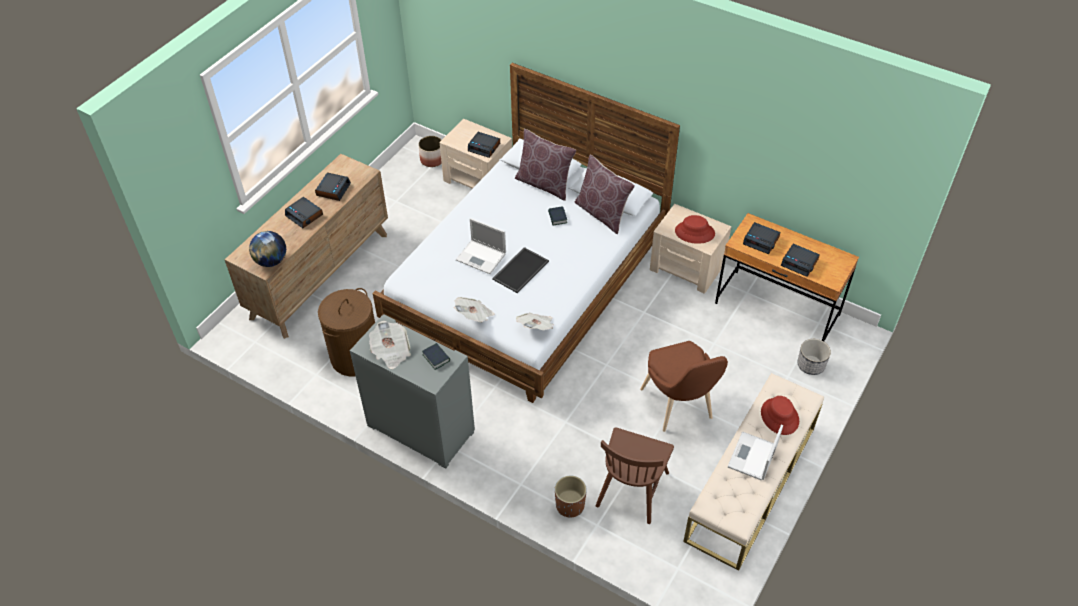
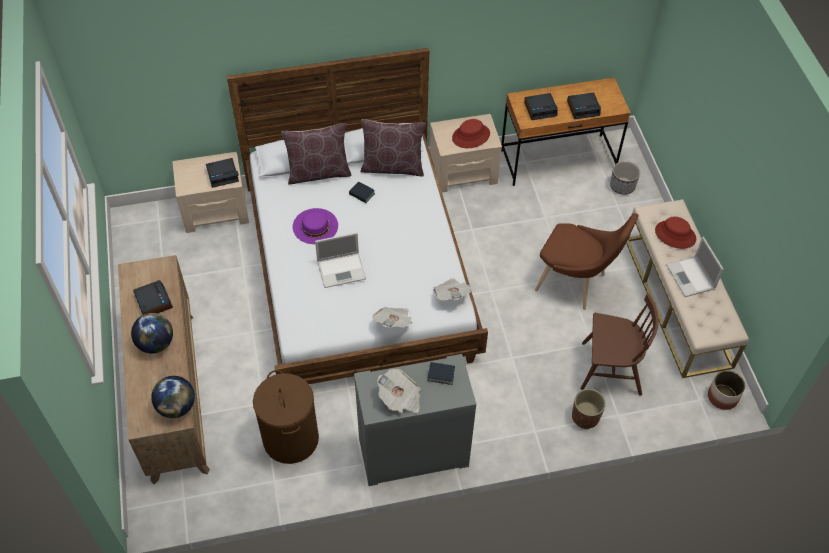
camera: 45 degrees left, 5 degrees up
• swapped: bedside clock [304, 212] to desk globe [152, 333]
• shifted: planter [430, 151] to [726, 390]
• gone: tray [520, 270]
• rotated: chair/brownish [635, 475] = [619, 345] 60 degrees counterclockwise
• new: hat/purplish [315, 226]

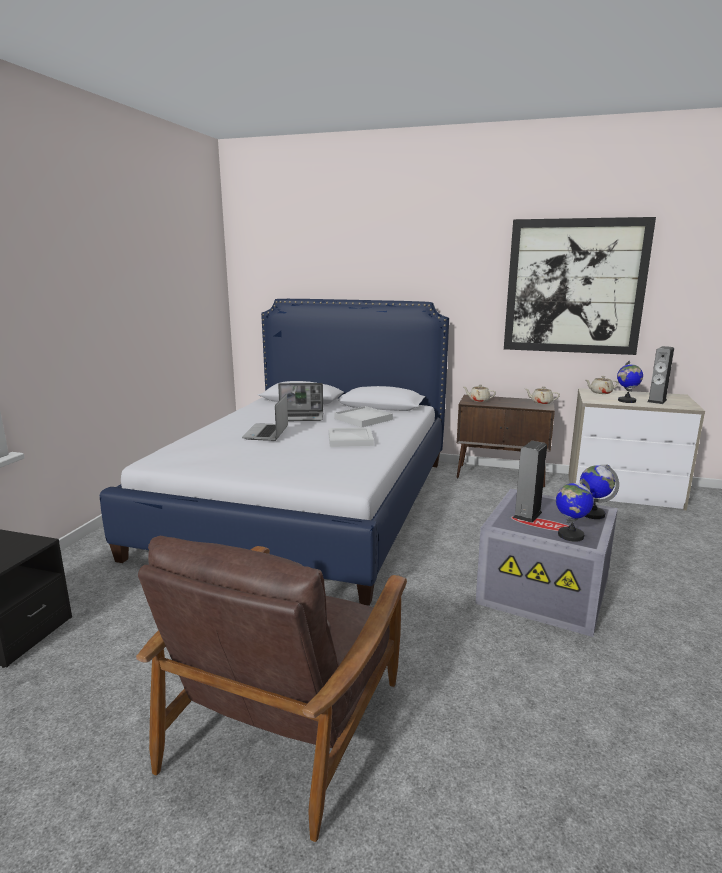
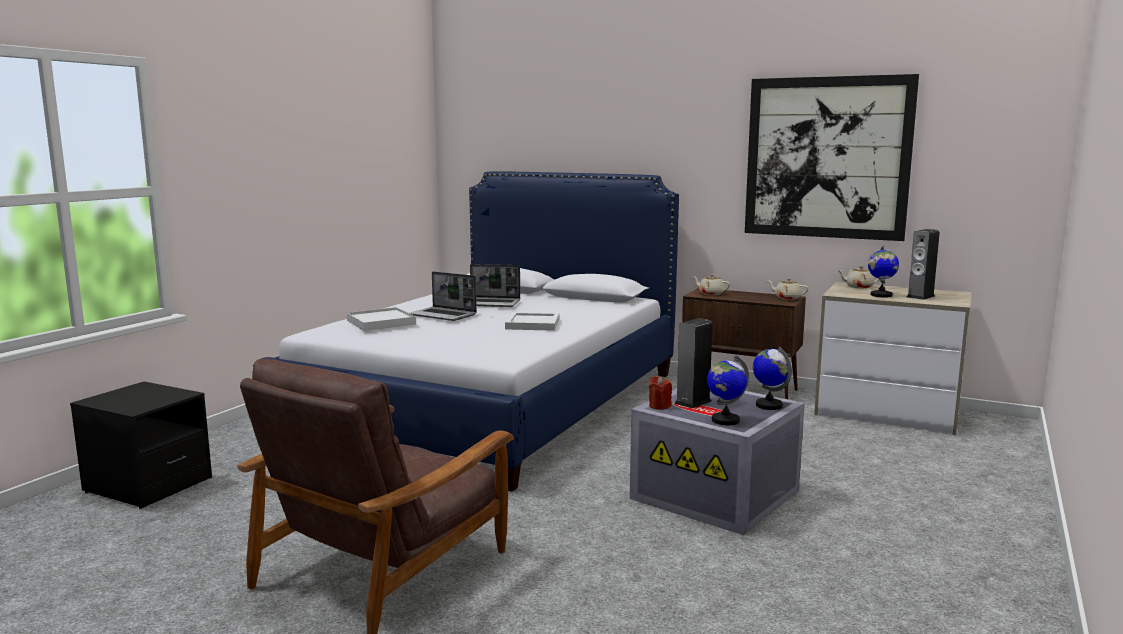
camera: 10 degrees right, 5 degrees down
• rotated: laptop [265, 417] = [443, 296] 75 degrees counterclockwise
• shifted: tray/white-coloured [363, 416] to [381, 319]
• new: wax light/red [660, 393]

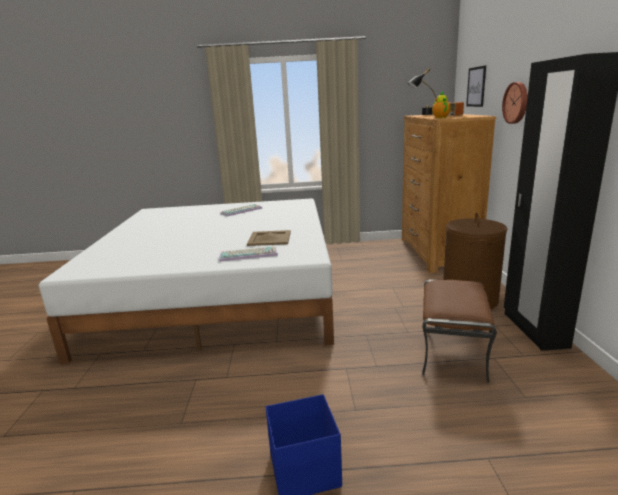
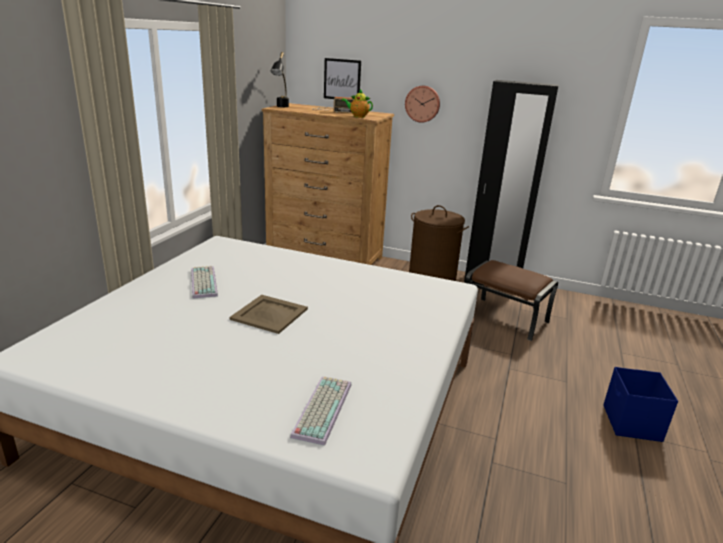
camera: 70 degrees left, 5 degrees up
• shifted: computer keyboard [248, 254] to [321, 411]
• shifted: tray/beige [269, 238] to [268, 314]

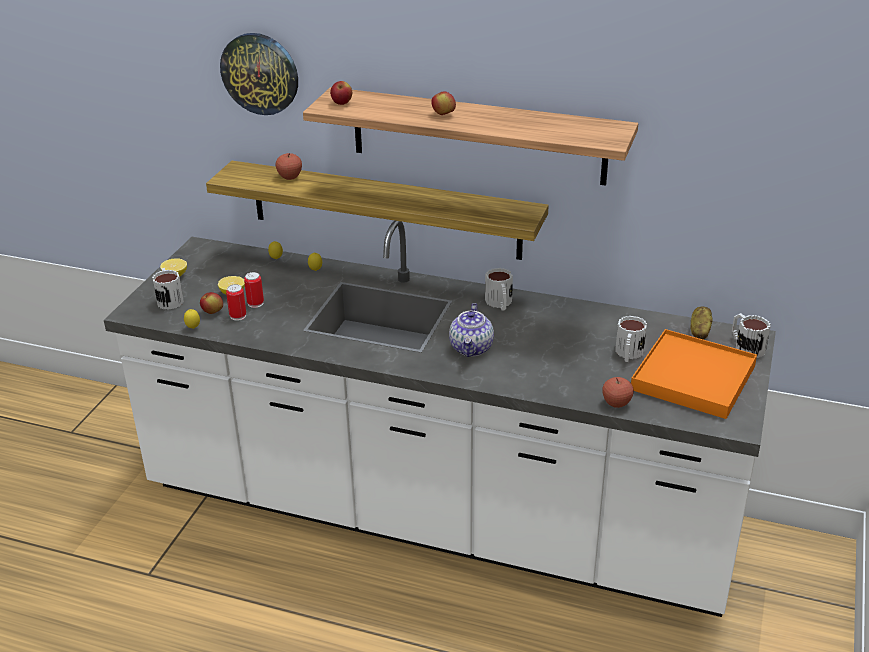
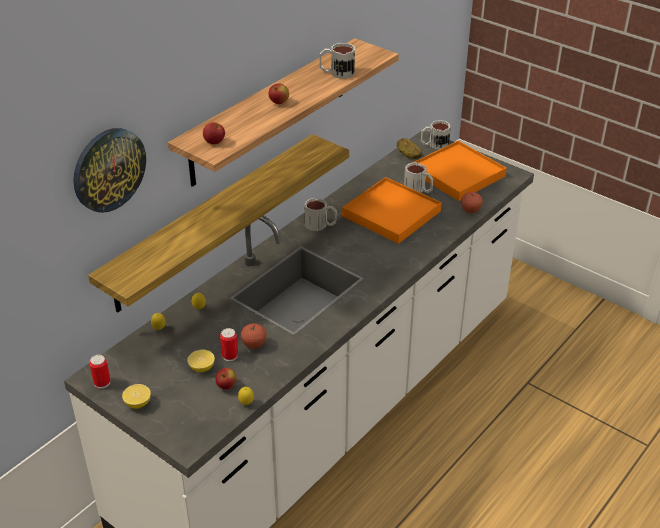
camera: 70 degrees left, 5 degrees up
• shifted: coffee mug [168, 289] to [337, 61]
• shifted: can [236, 302] to [99, 372]
• shifted: apple [289, 166] to [253, 336]
• gone: teapot [471, 330]
• new: tray/orangey [392, 210]

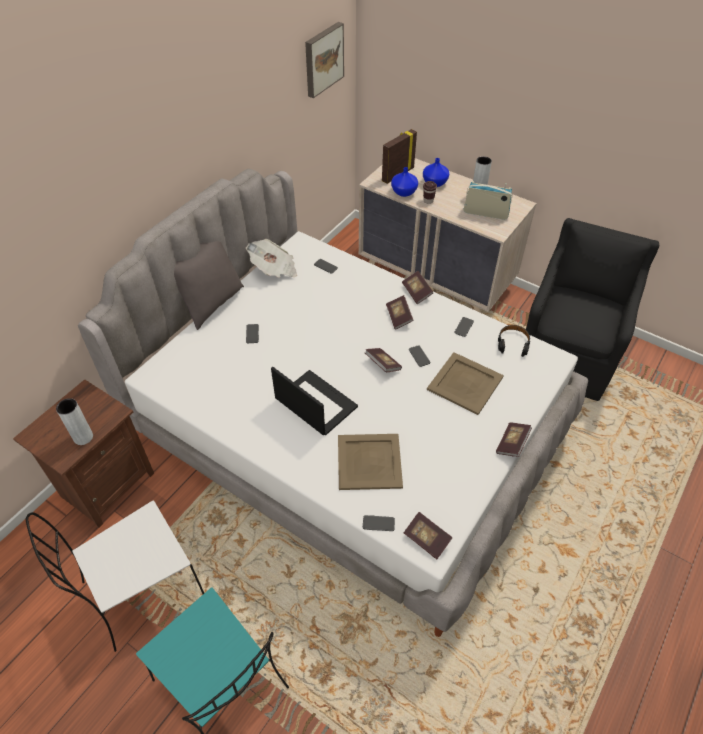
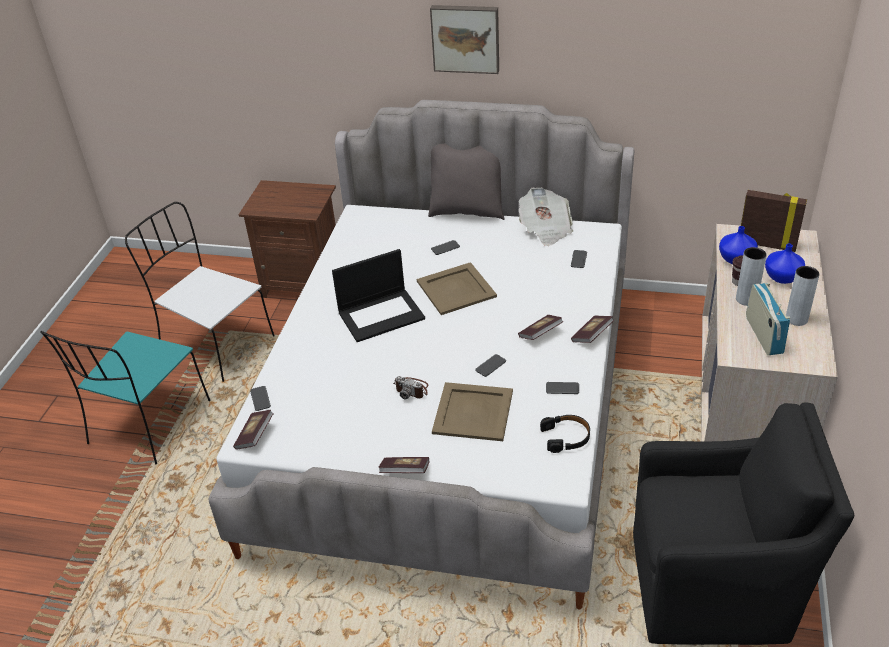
camera: 70 degrees right, 10 degrees down
• shifted: decorative vase/gray [74, 421] to [751, 276]
• rotated: laptop [314, 401] = [378, 295] 45 degrees clockwise
• shifted: wall art [324, 60] to [464, 39]
• shifted: tray/beige [370, 462] to [457, 288]
• gone: volume [383, 360]
• new: still camera [410, 387]

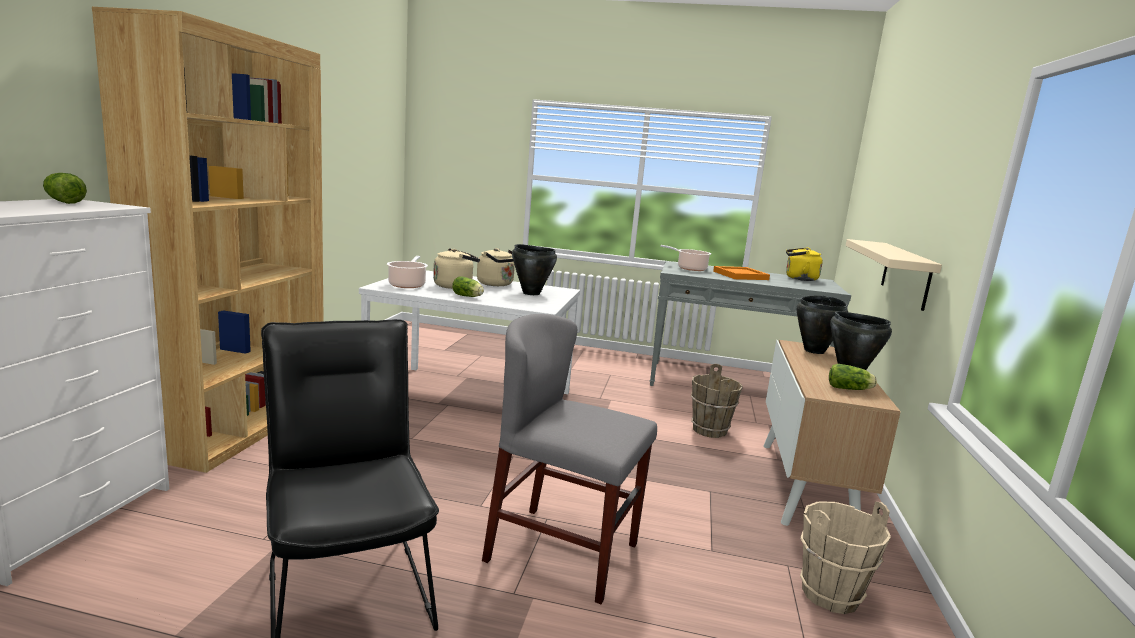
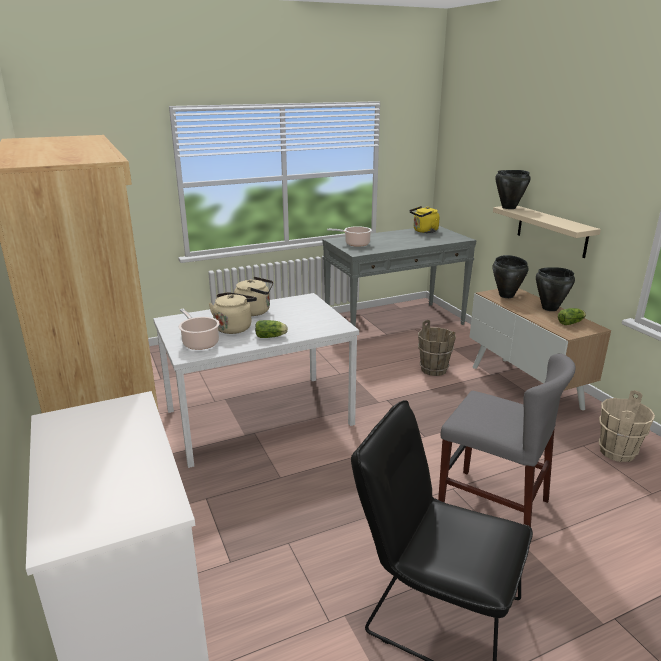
camera: 35 degrees left, 10 degrees up
• gone: head of lettuce [65, 188]
• rotated: chair/gray [569, 459] = [507, 440] 135 degrees counterclockwise
• shifted: cooking pot/black-coloured [534, 269] to [513, 189]
• gone: tray/orangey [741, 273]

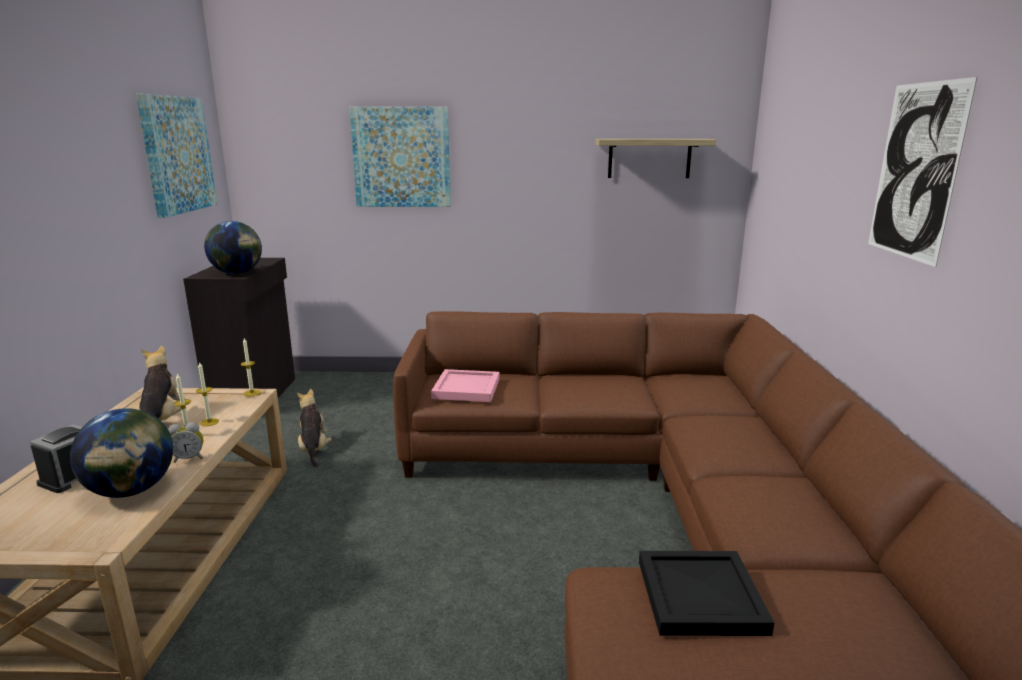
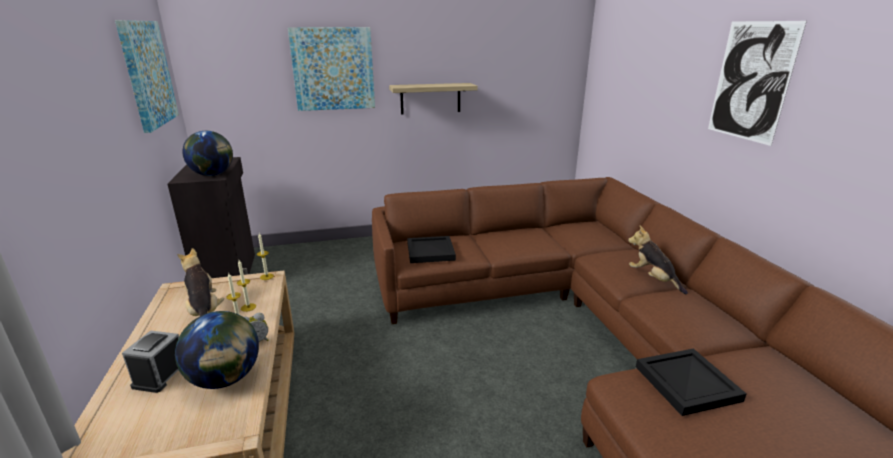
camera: 15 degrees left, 5 degrees up
• shifted: plush toy [314, 428] to [658, 260]
• repainted: tray/pink-coloured [465, 385] to tray/black-coloured [431, 249]
• shifted: wall shelf [655, 158] to [433, 98]

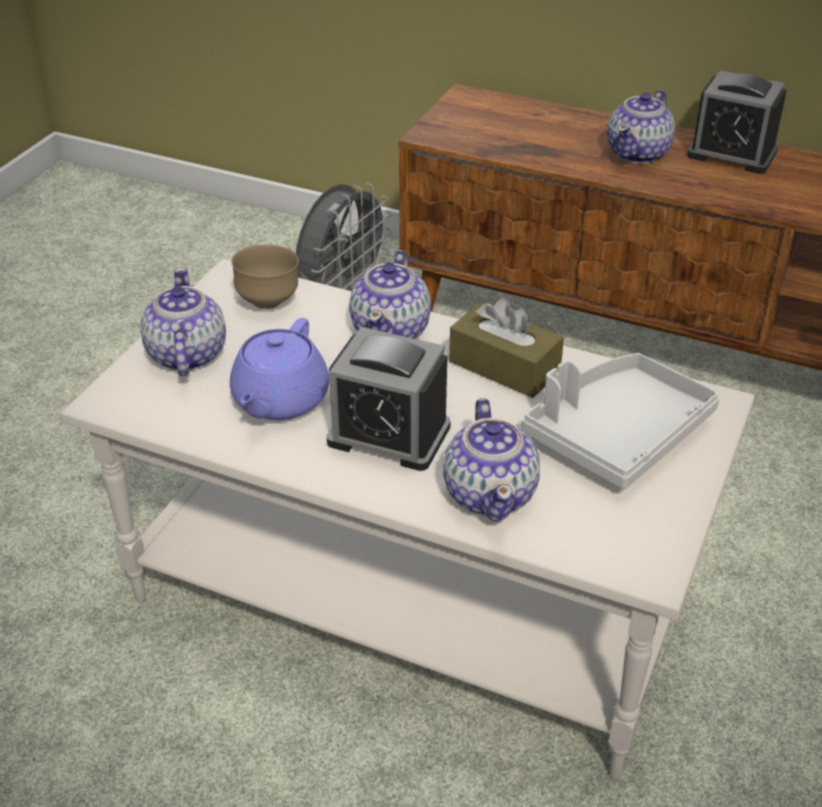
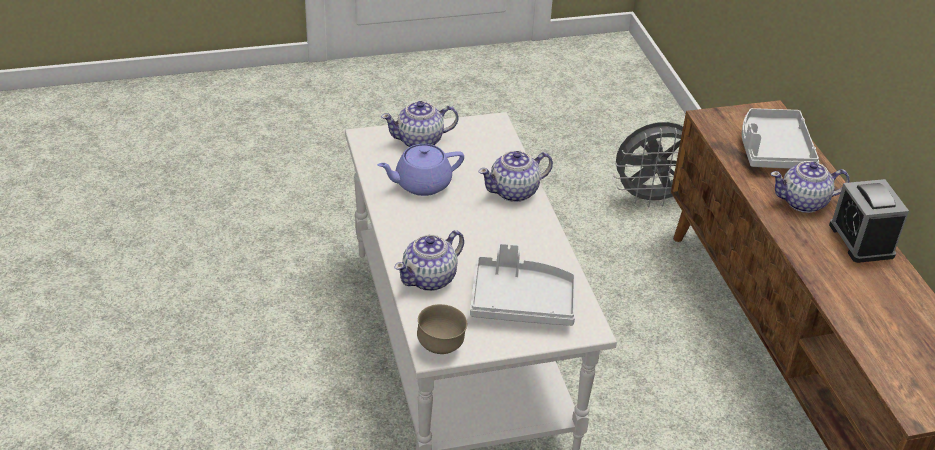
camera: 50 degrees right, 0 degrees up
• rotated: teapot [183, 321] = [420, 124] 150 degrees counterclockwise
• shifted: bowl/brownish [265, 277] to [442, 329]
• gone: bedside clock [388, 399]
• gone: tissue holder/brownish [506, 348]
• new: tray/gray [780, 138]

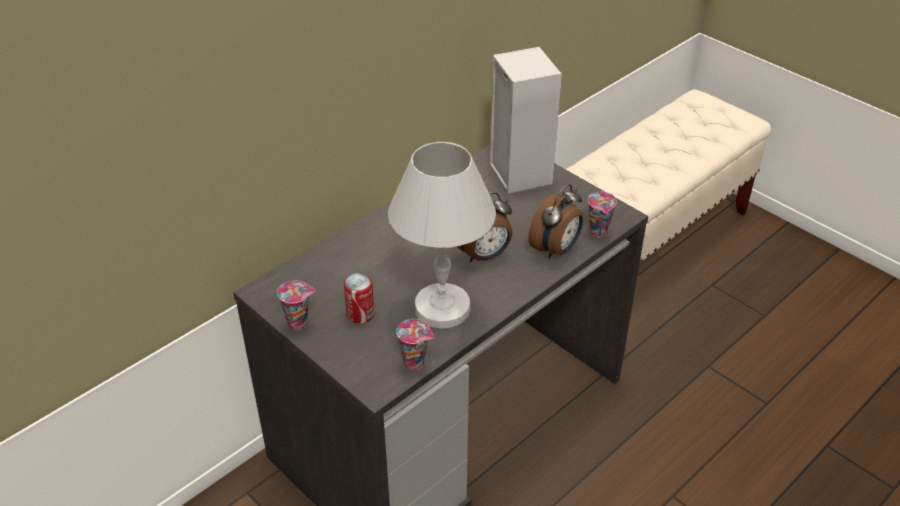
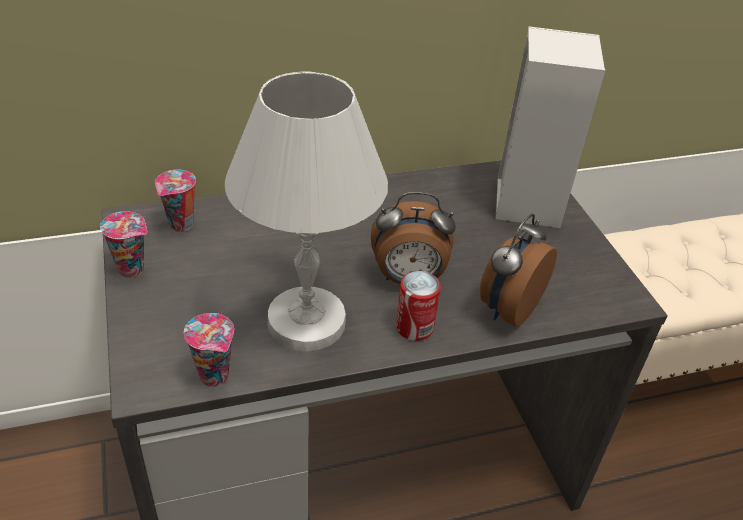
camera: 25 degrees right, 0 degrees up
• shifted: can [359, 298] to [418, 306]
• rotated: bedside clock [555, 221] = [518, 270] 150 degrees clockwise
• shifted: small cup [602, 214] to [175, 201]

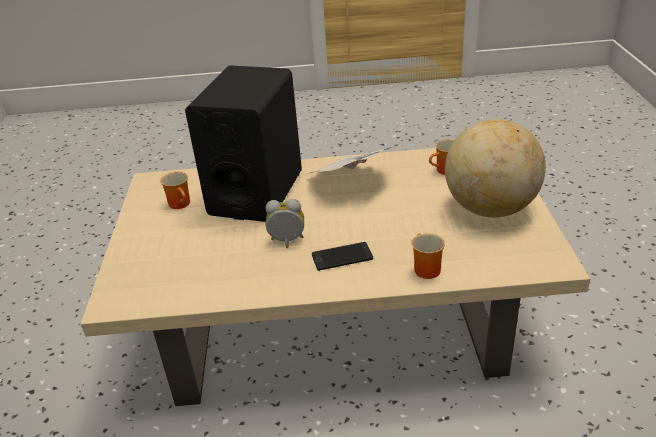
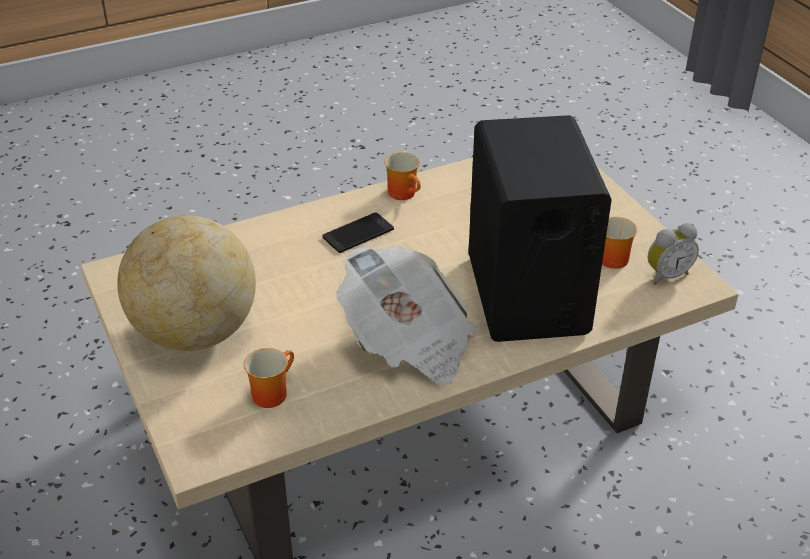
camera: 155 degrees right, 5 degrees up
• shifted: bedside clock [284, 223] to [673, 254]
• shifted: coffee mug [428, 256] to [403, 176]

